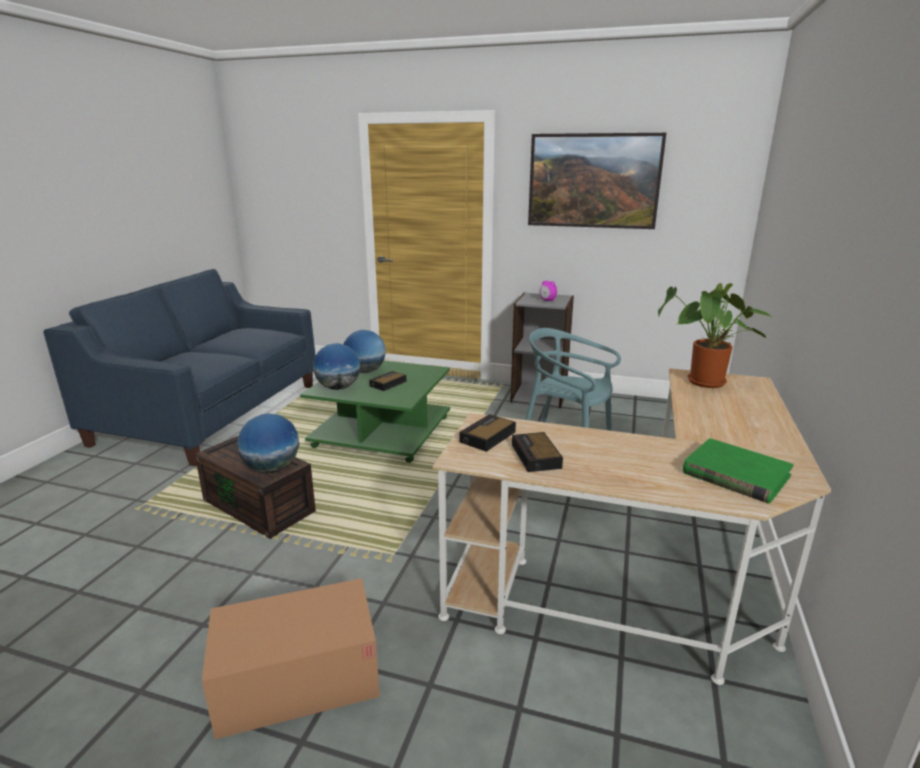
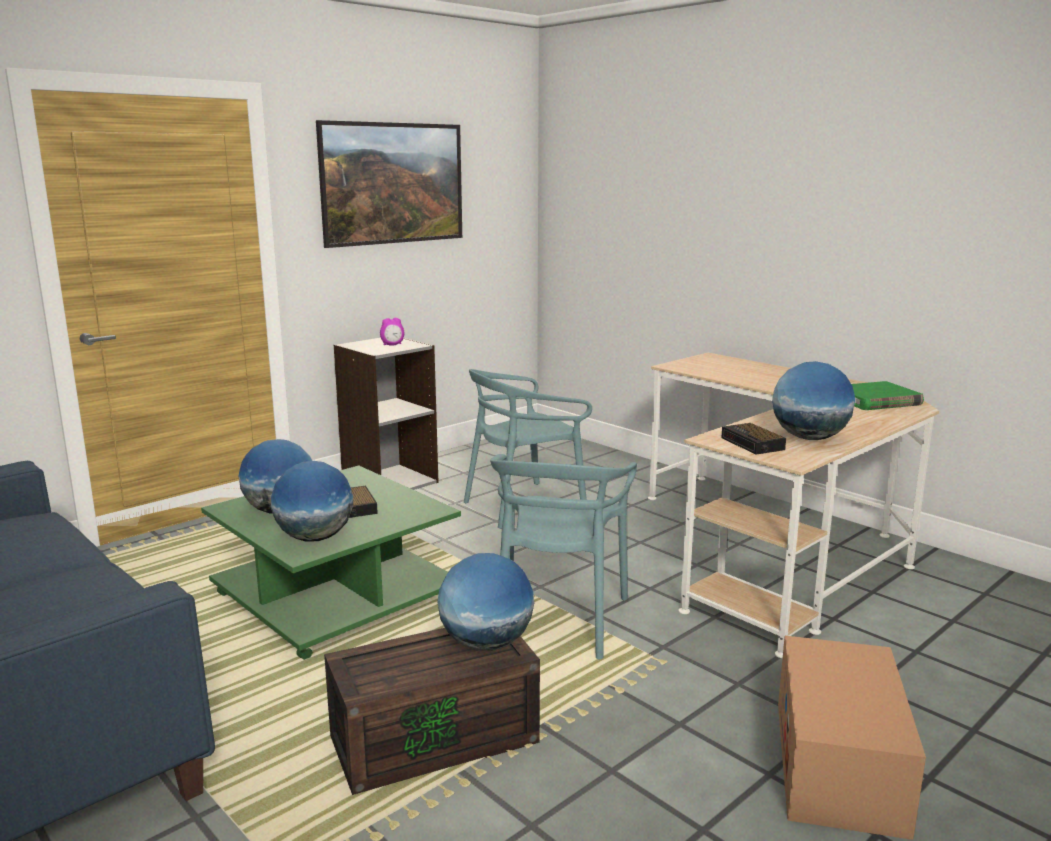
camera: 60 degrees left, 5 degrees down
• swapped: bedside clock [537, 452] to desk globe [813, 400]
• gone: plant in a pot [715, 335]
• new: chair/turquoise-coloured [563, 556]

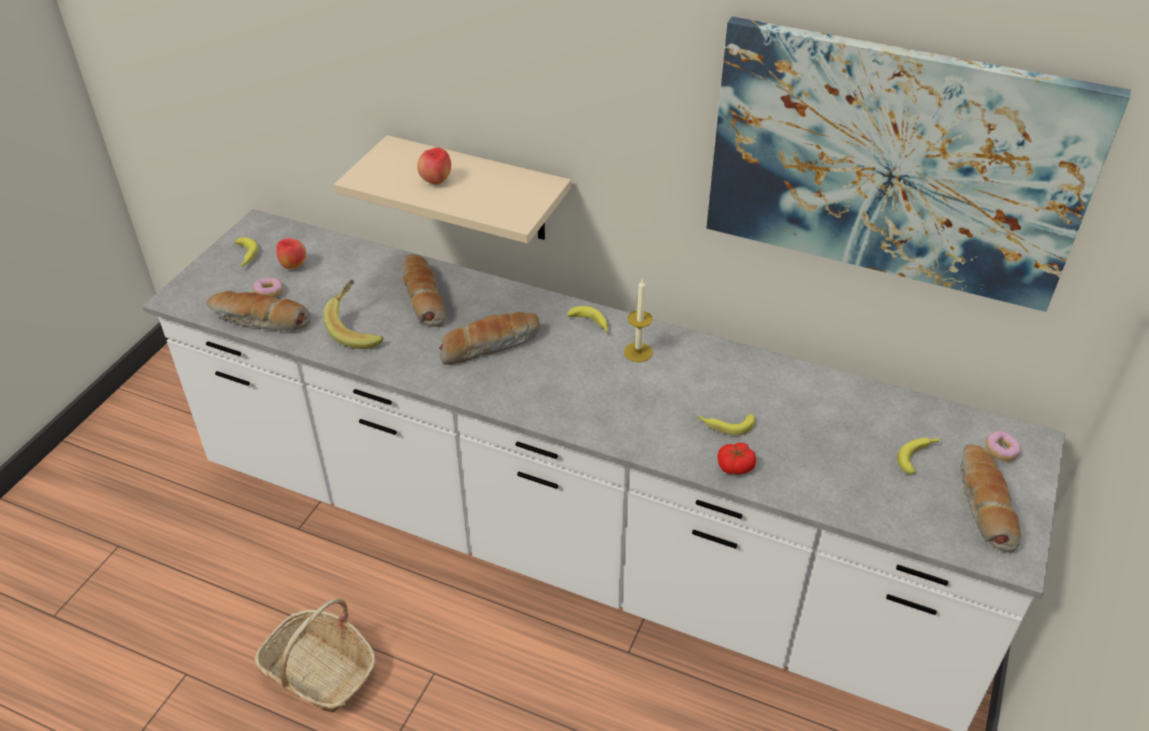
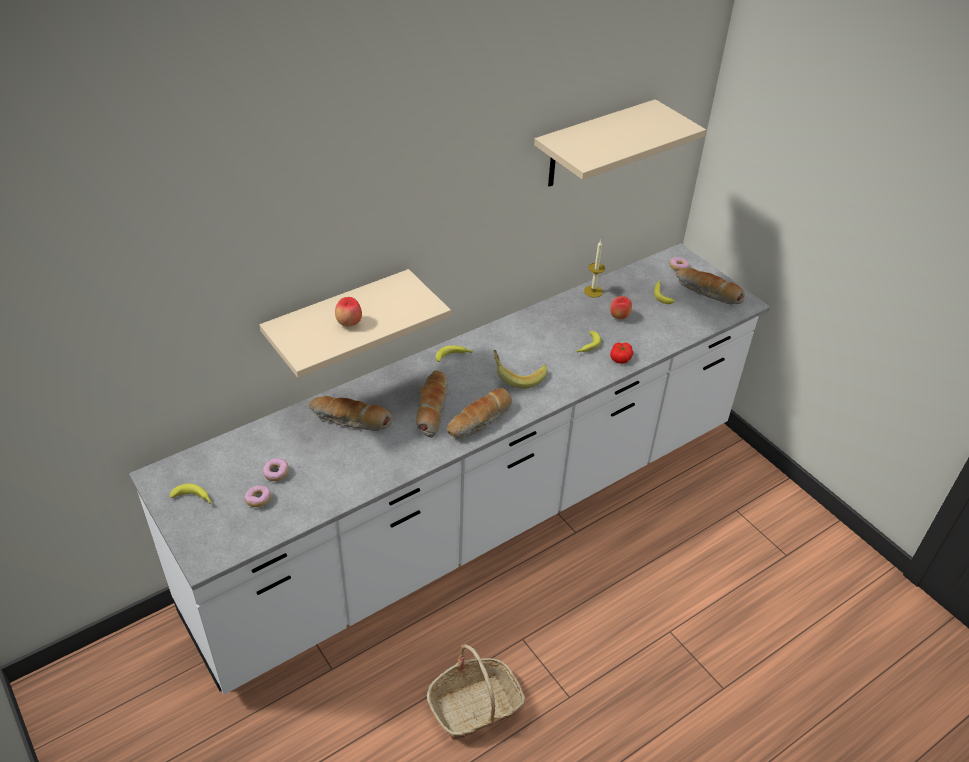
camera: 60 degrees left, 0 degrees up
• shifted: baked bread [259, 311] to [479, 413]
• shifted: apple [291, 253] to [621, 307]
• shifted: banana fruit [353, 314] to [520, 369]
• shifted: wax light [638, 321] to [594, 269]
• swapped: wall art [918, 164] to wall shelf/beige [620, 143]
• new: doughnut [276, 470]

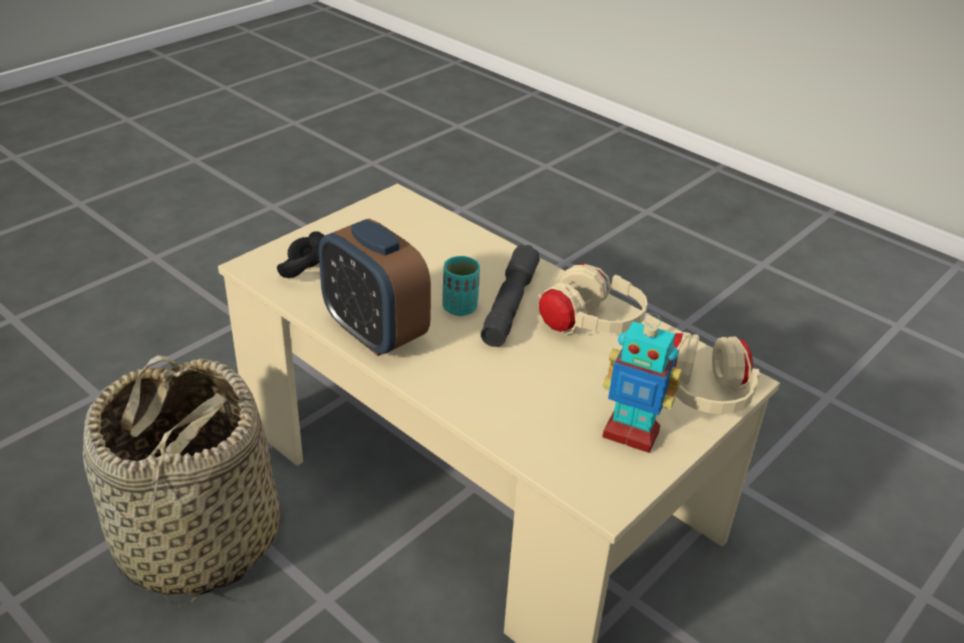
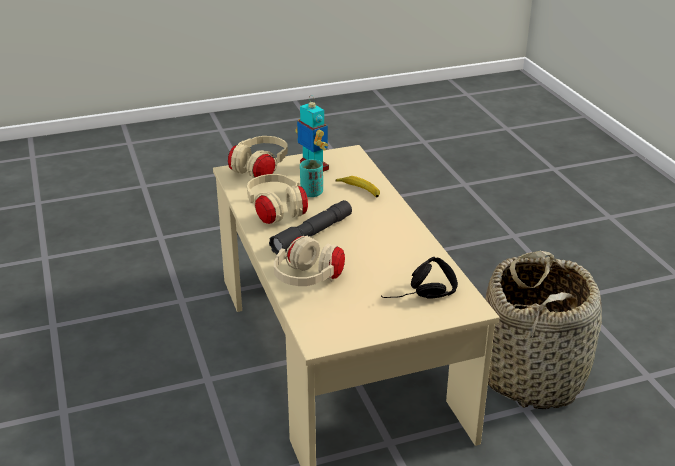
camera: 150 degrees left, 5 degrees down
• gone: bedside clock [375, 287]
• shifted: small cup/turquoise-coloured [461, 286] to [311, 178]
• new: headphones/beige [309, 261]
• new: banana fruit [358, 186]

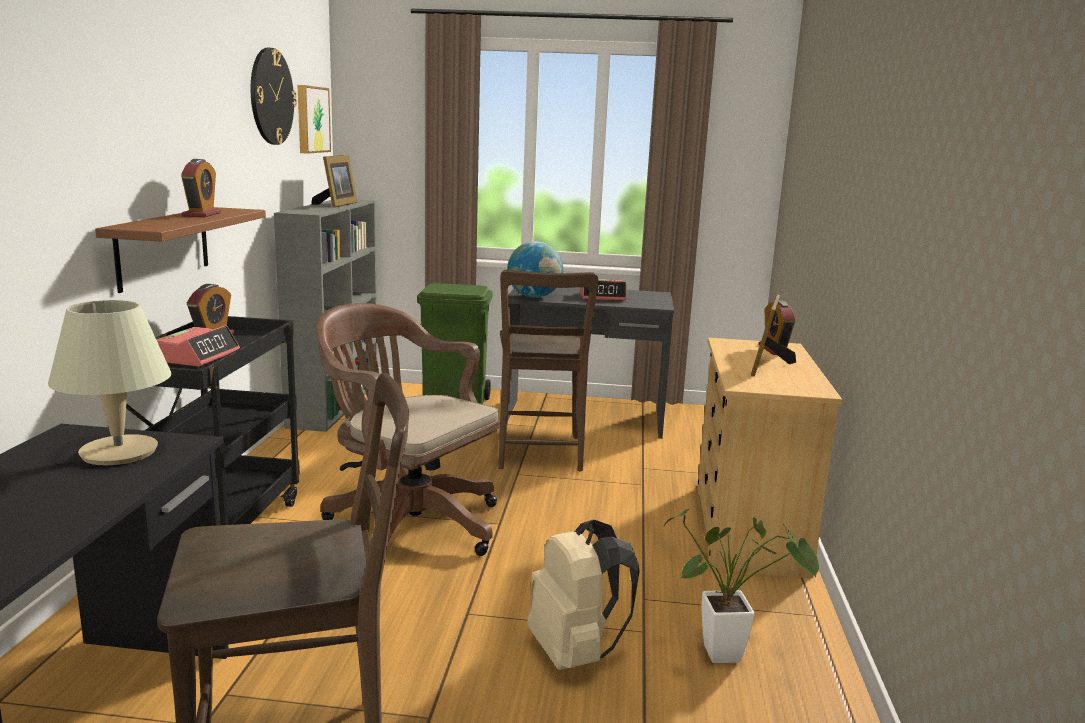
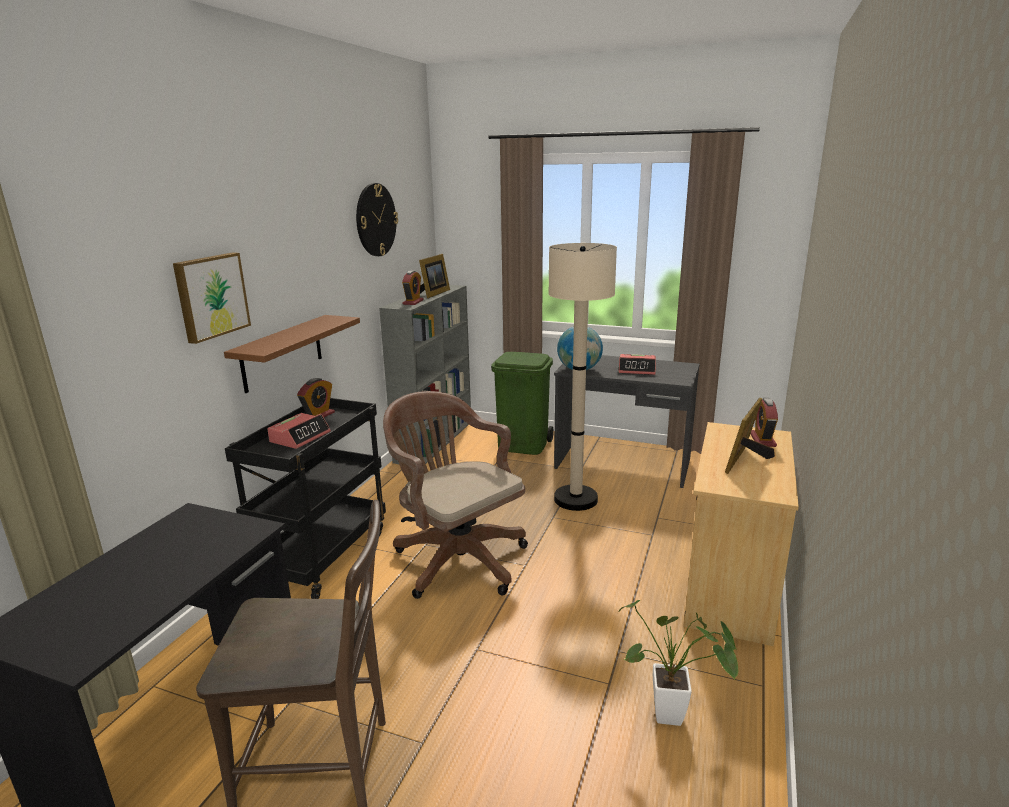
camera: 15 degrees right, 5 degrees up
• gone: tabletop lamp/beige [109, 382]
• shifted: bedside clock [201, 188] to [413, 288]
• shifted: wall art [314, 119] to [212, 298]
• swapped: chair/brownish [548, 370] to floor lamp/beige [582, 377]
• gone: rucksack/beige [583, 595]

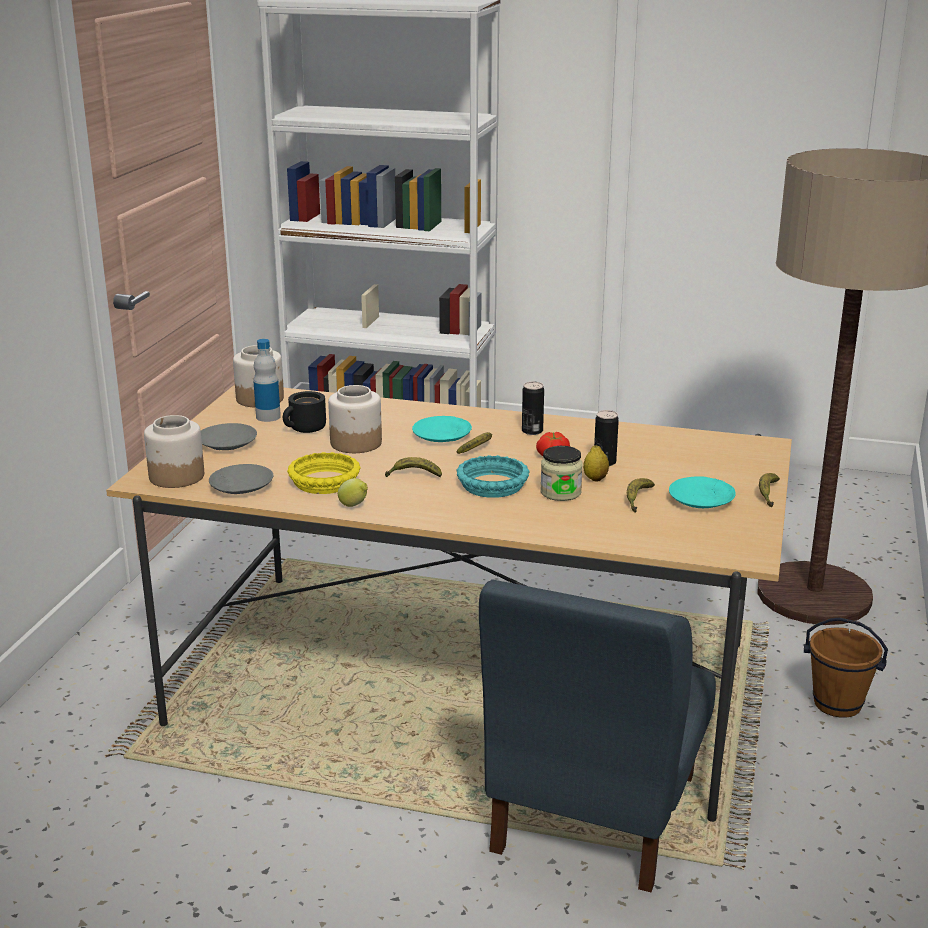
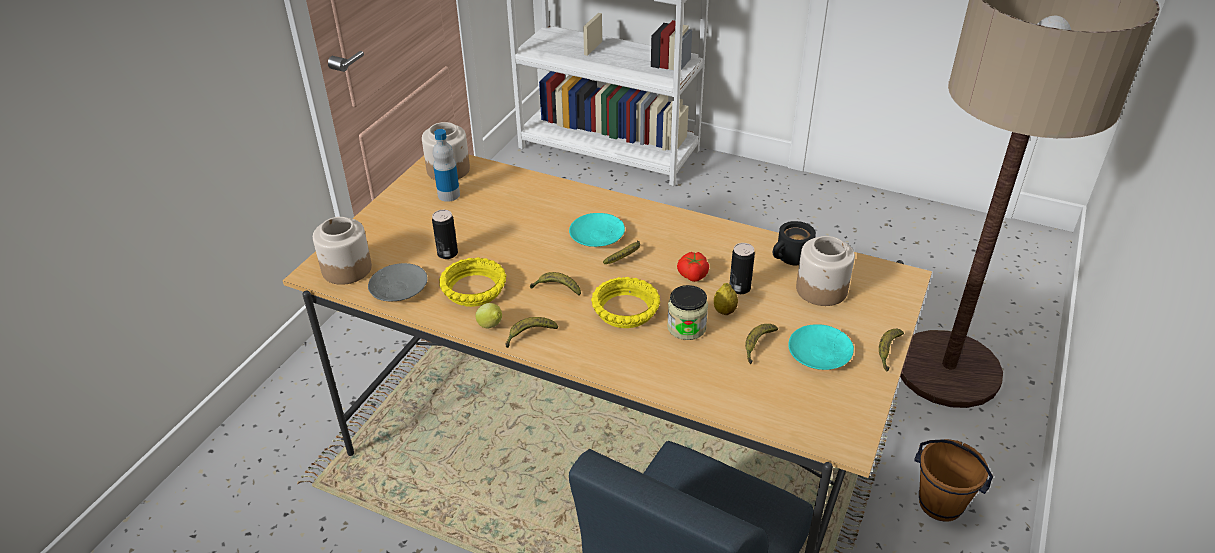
camera: 10 degrees right, 15 degrees up
• gone: plate/gray [229, 436]
• shifted: coffee mug/black-coloured [304, 412] to [794, 243]
• shifted: preserve jar [355, 419] to [825, 271]
• repainted: bowl/turquoise-coloured [493, 476] to bowl/yellow [625, 302]
• shifted: can [533, 408] to [445, 234]
• new: banana fruit [531, 332]

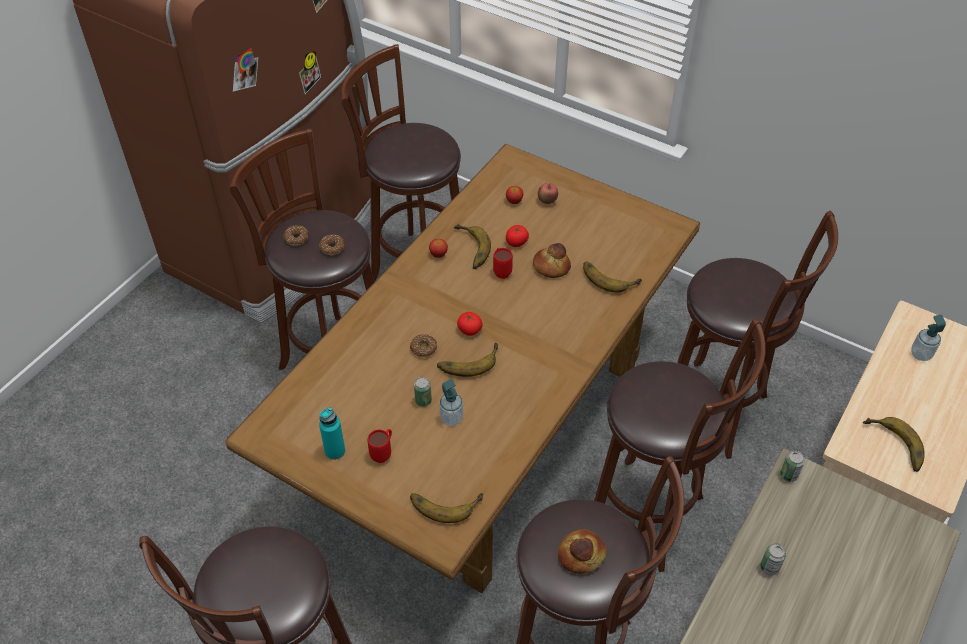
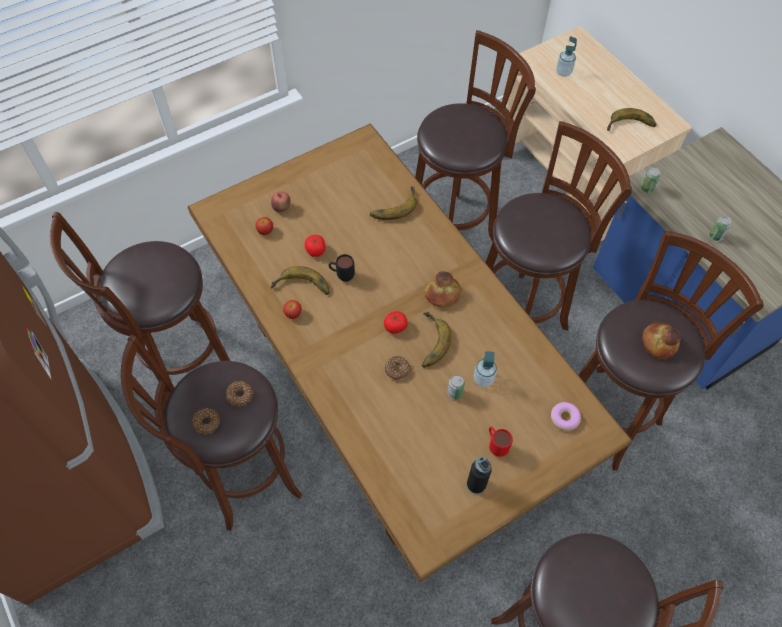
camera: 65 degrees left, 10 degrees up
• repainted: bottle/turquoise-coloured [332, 433] to bottle/black-coloured [479, 475]
• swapped: banana fruit [446, 508] to doughnut [566, 416]
• repainted: coffee mug/red [503, 263] to coffee mug/black-coloured [342, 268]
• shifted: baked bread [552, 260] to [442, 289]

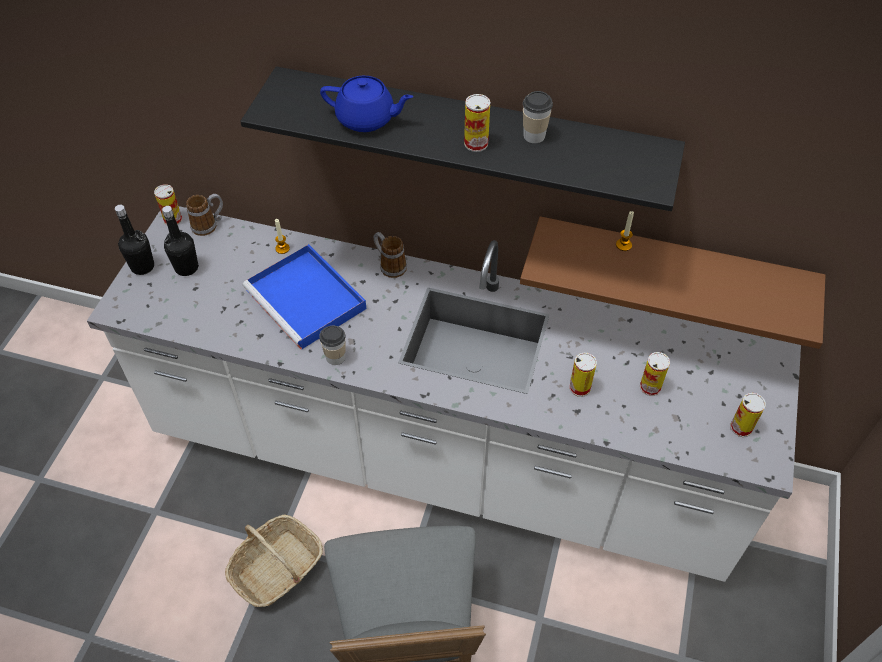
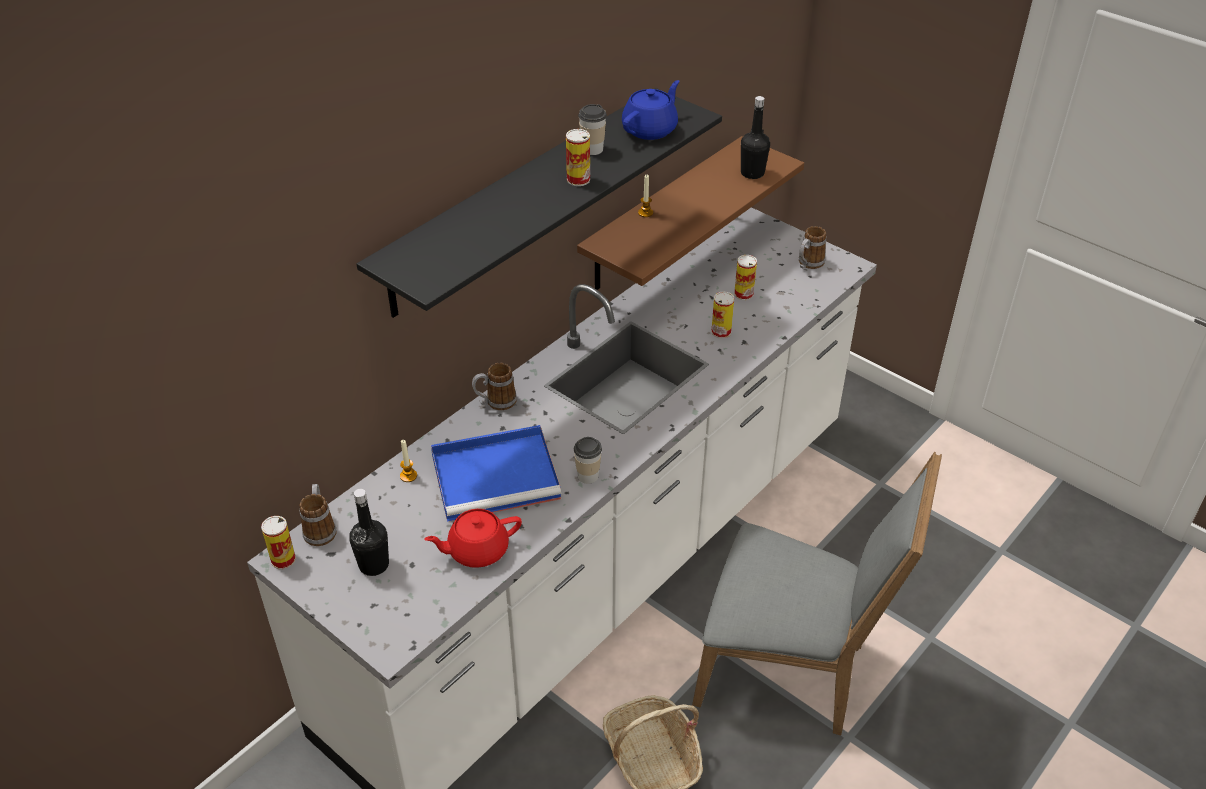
camera: 65 degrees left, 10 degrees down
• shifted: bottle/black-coloured [134, 240] to [755, 137]
• shifted: teapot/bluish [366, 104] to [650, 110]
• swapped: can [748, 415] to coffee mug [812, 247]
• new: teapot/red [473, 538]

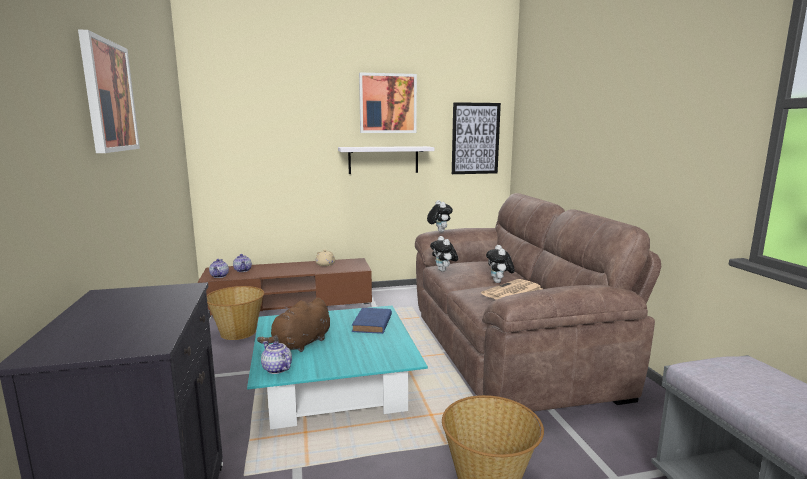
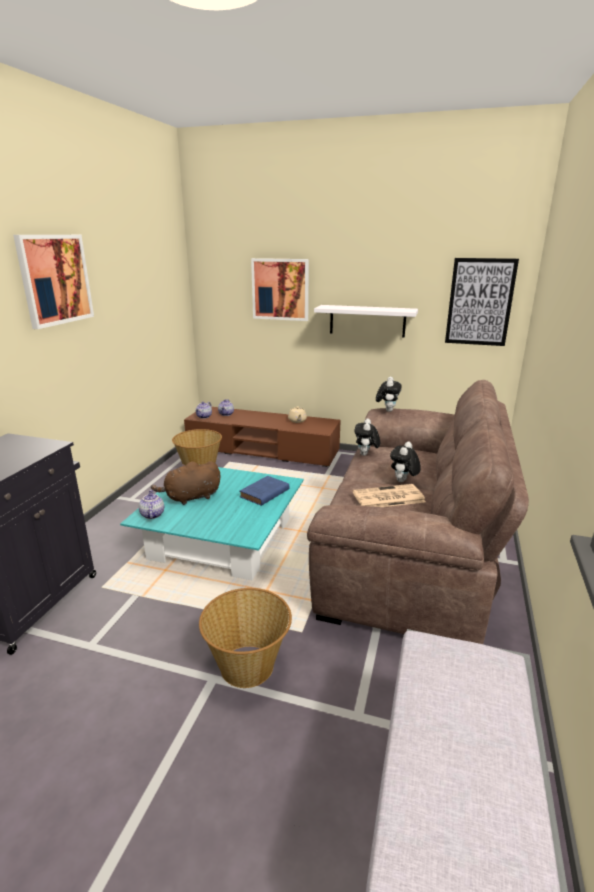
camera: 30 degrees right, 10 degrees up
• shifted: wall art [388, 102] to [280, 289]

